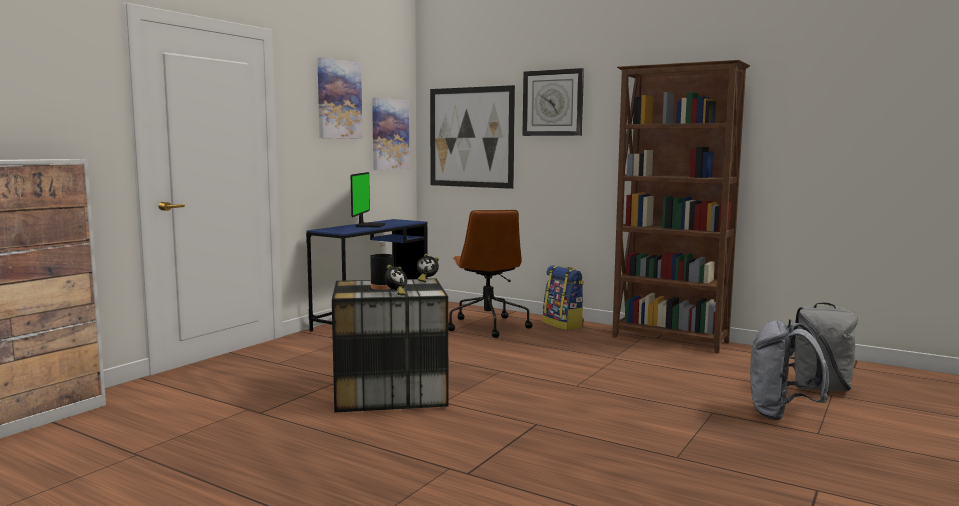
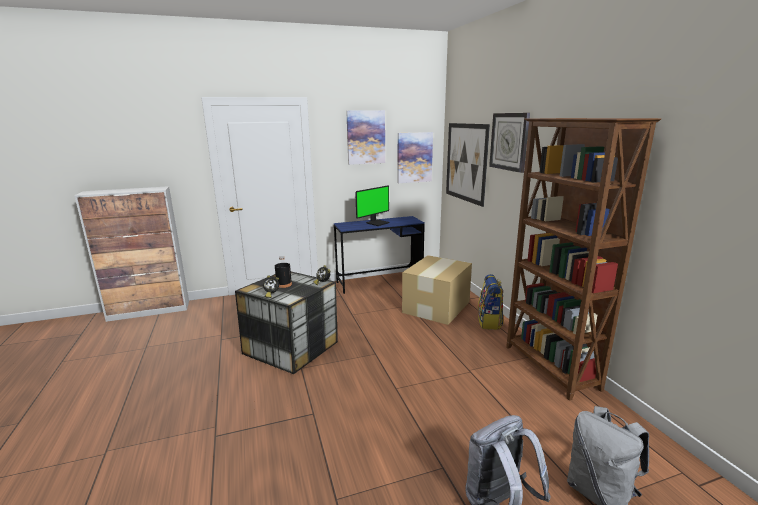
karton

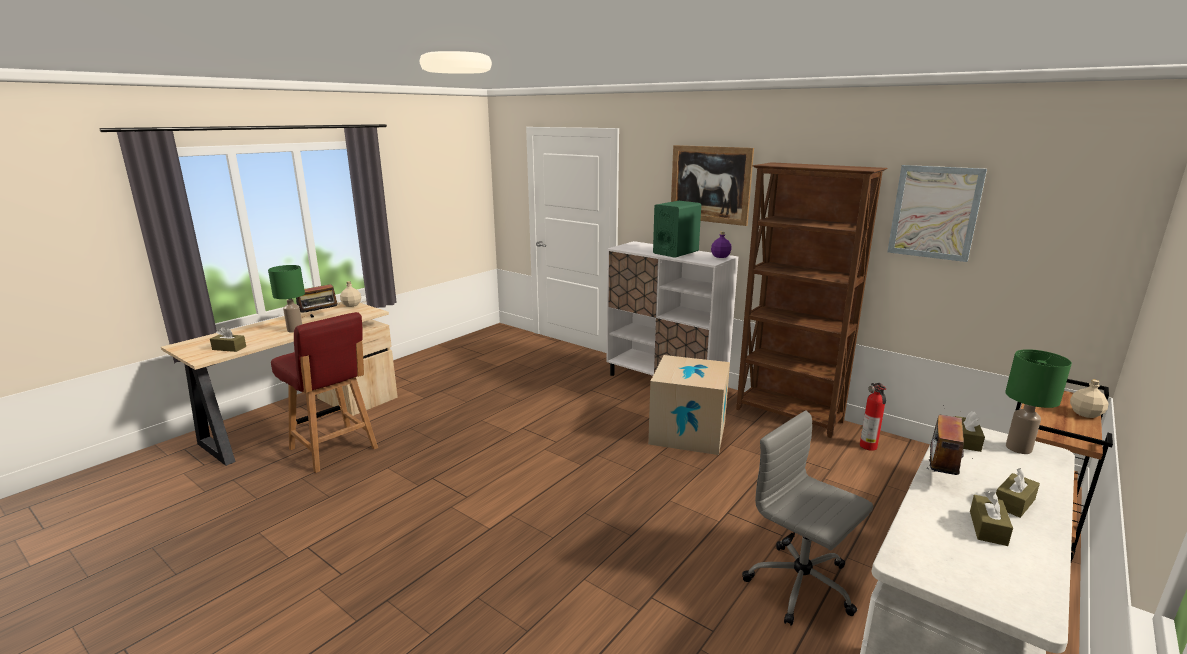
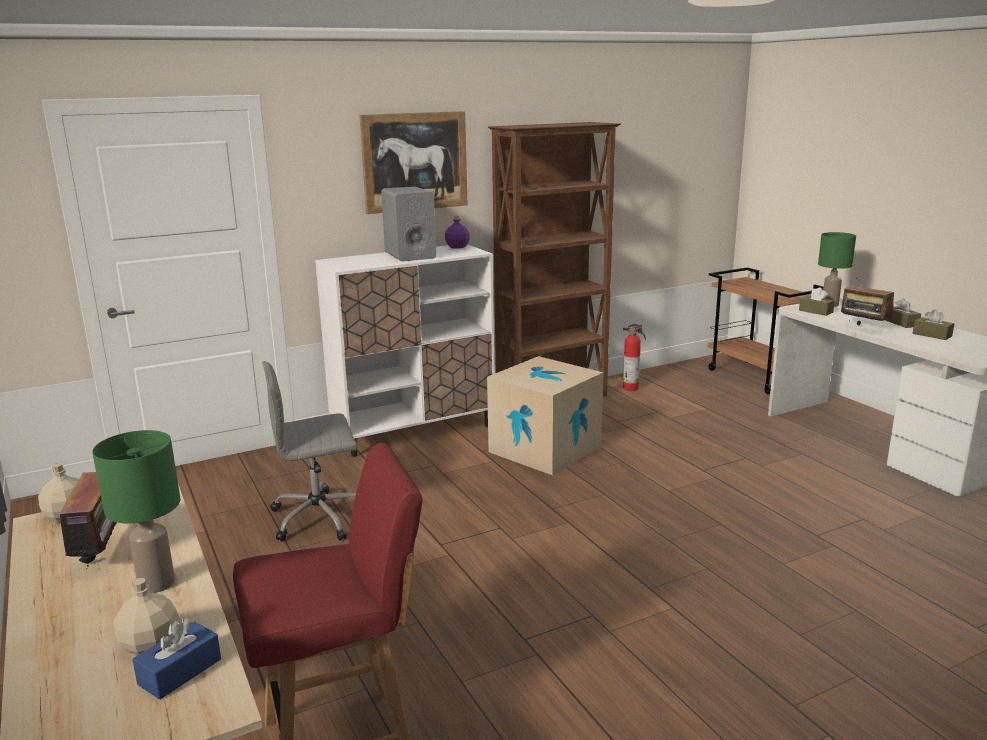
obraz (2nd from left in the first image); głośnik (szary); pudełko chusteczek (niebieski); butelka (beżowy) (2nd from left); krzesło biurowe (szary)

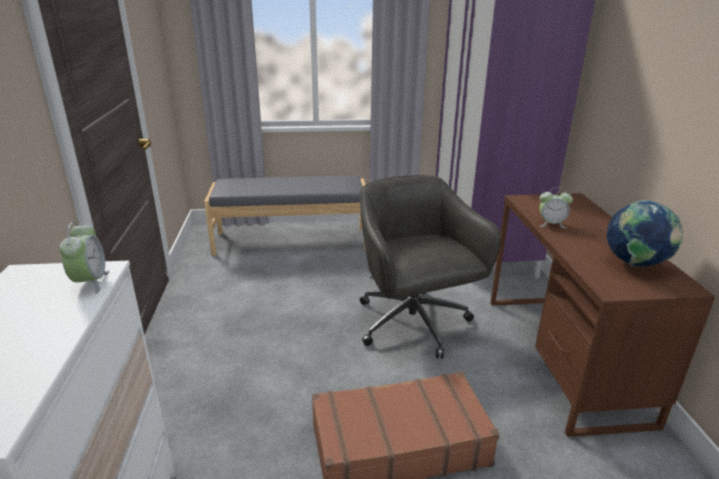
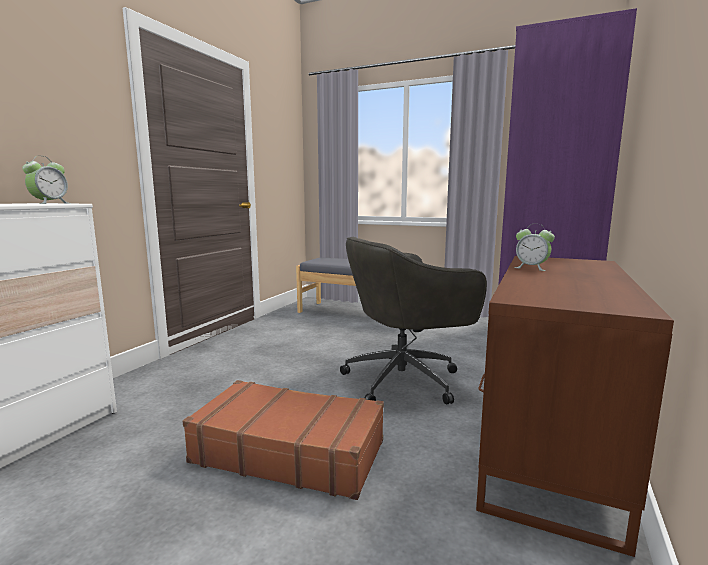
krzesło biurowe (szary); globus

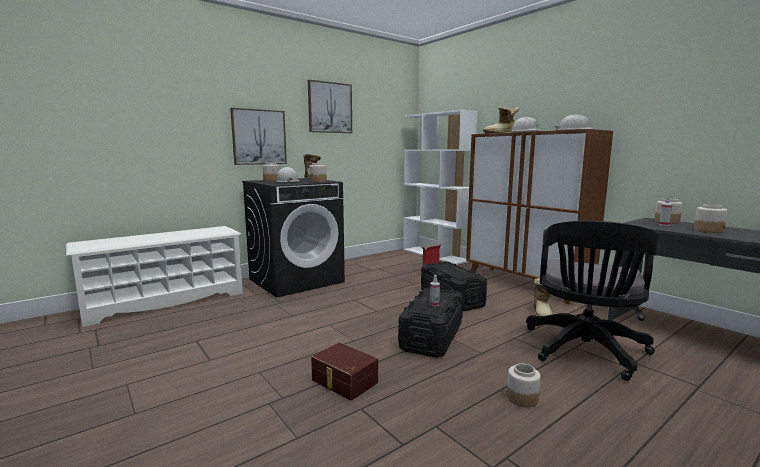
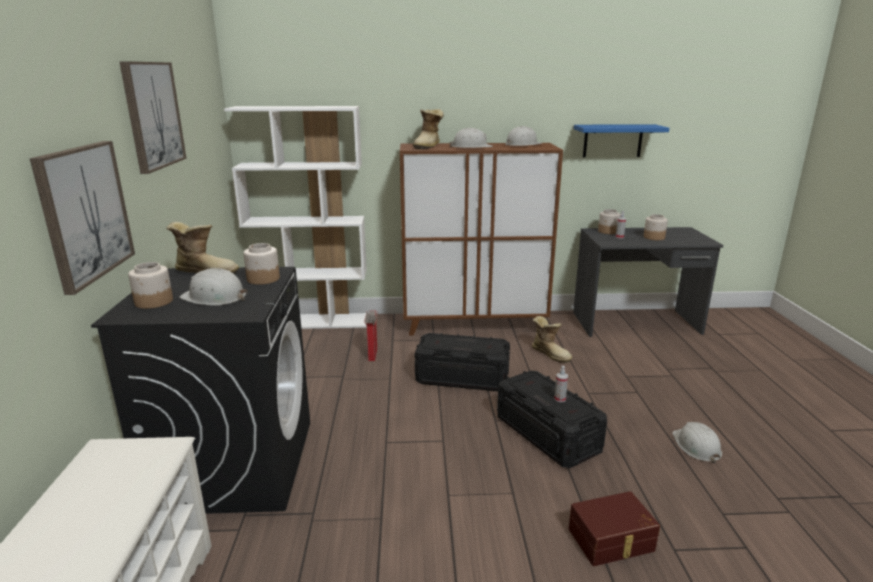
krzesło biurowe (czarny); kask (biały) (4th from left); półka (niebieski)

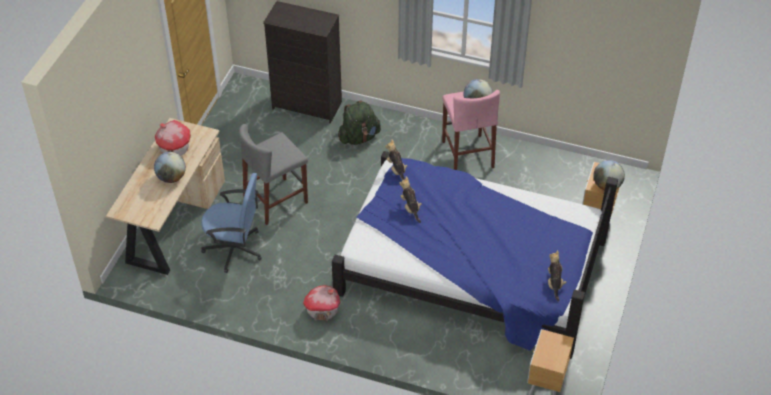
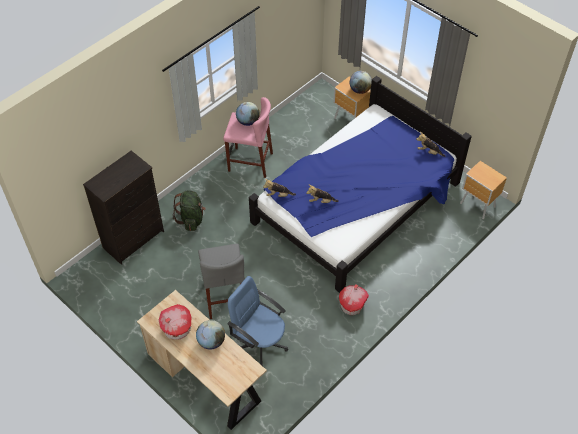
krzesło biurowe (niebieski)

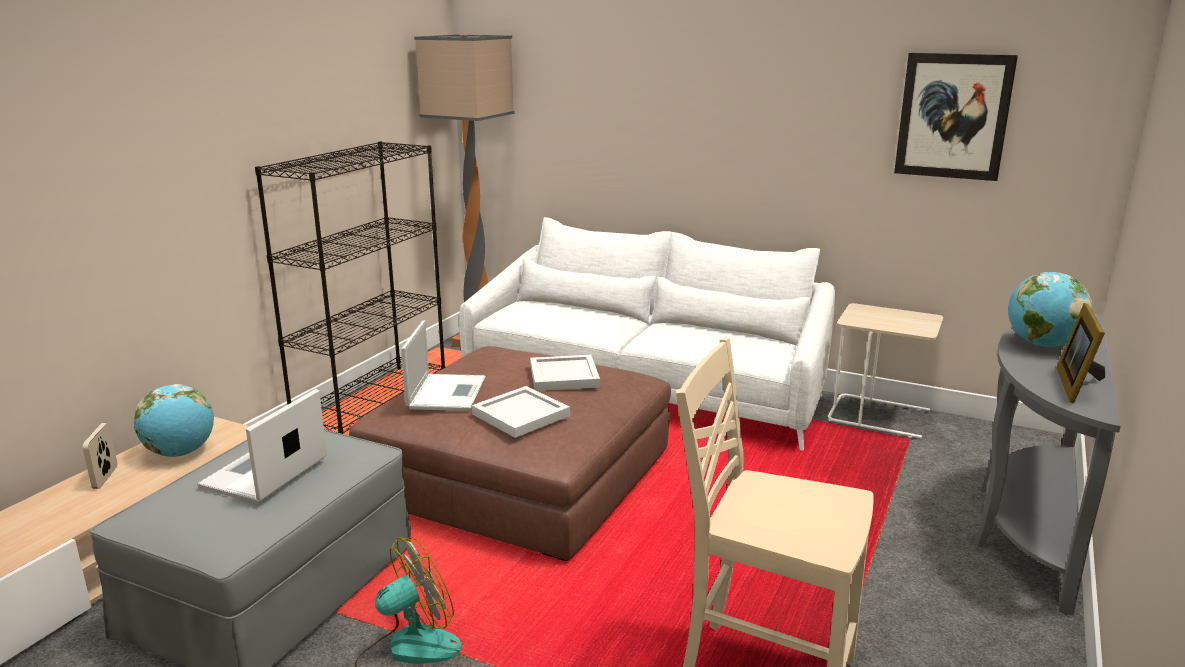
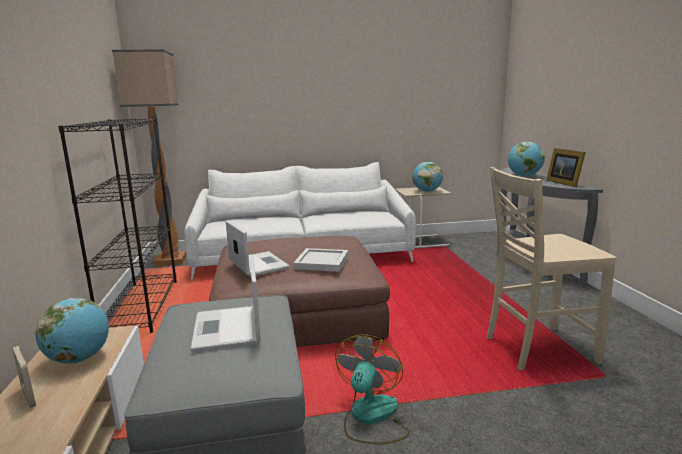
obraz; taca (biały) (2nd from left in the first image); globus (2nd from left)

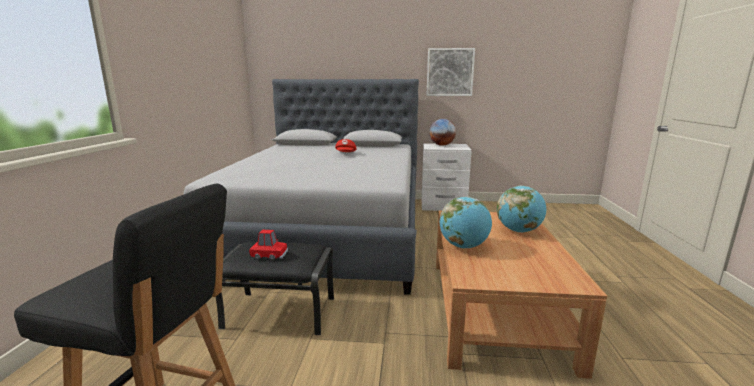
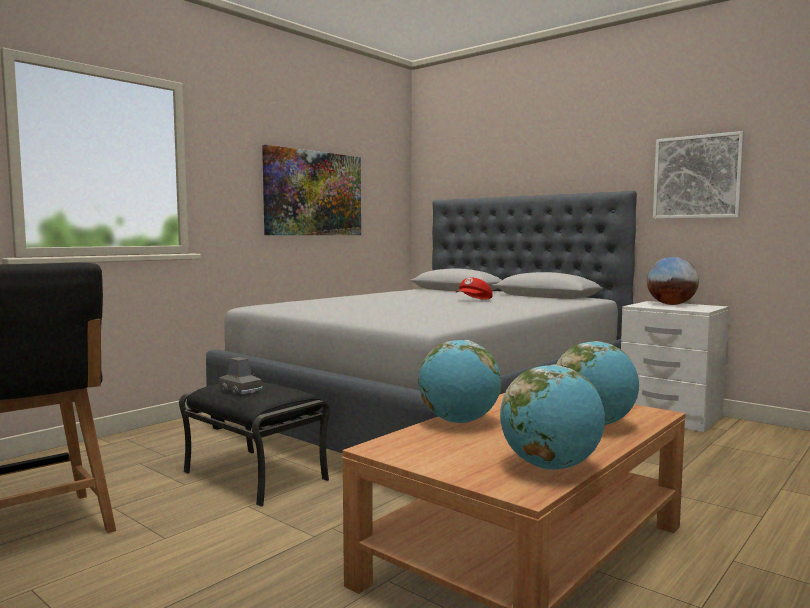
samochodzik (szary); obraz (1st from left); globus (2nd from left)

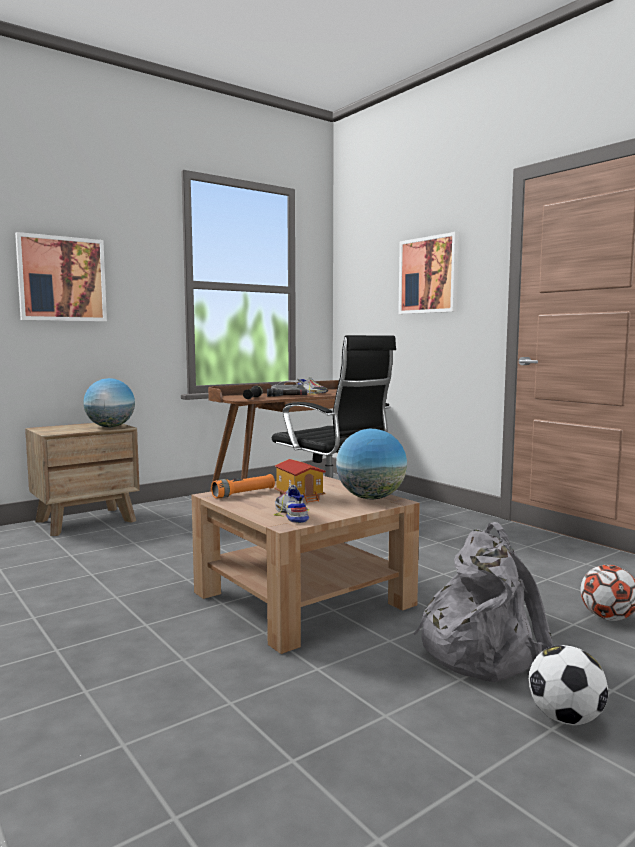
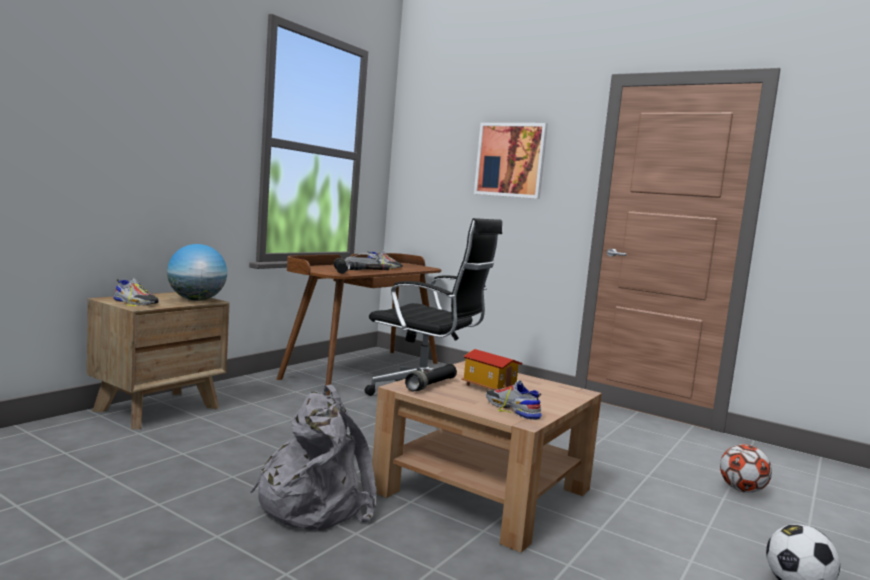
obraz (1st from left in the first image); globus (2nd from left in the first image); latarka (czarny) (3rd from left); plecak (szary); but (1st from left)

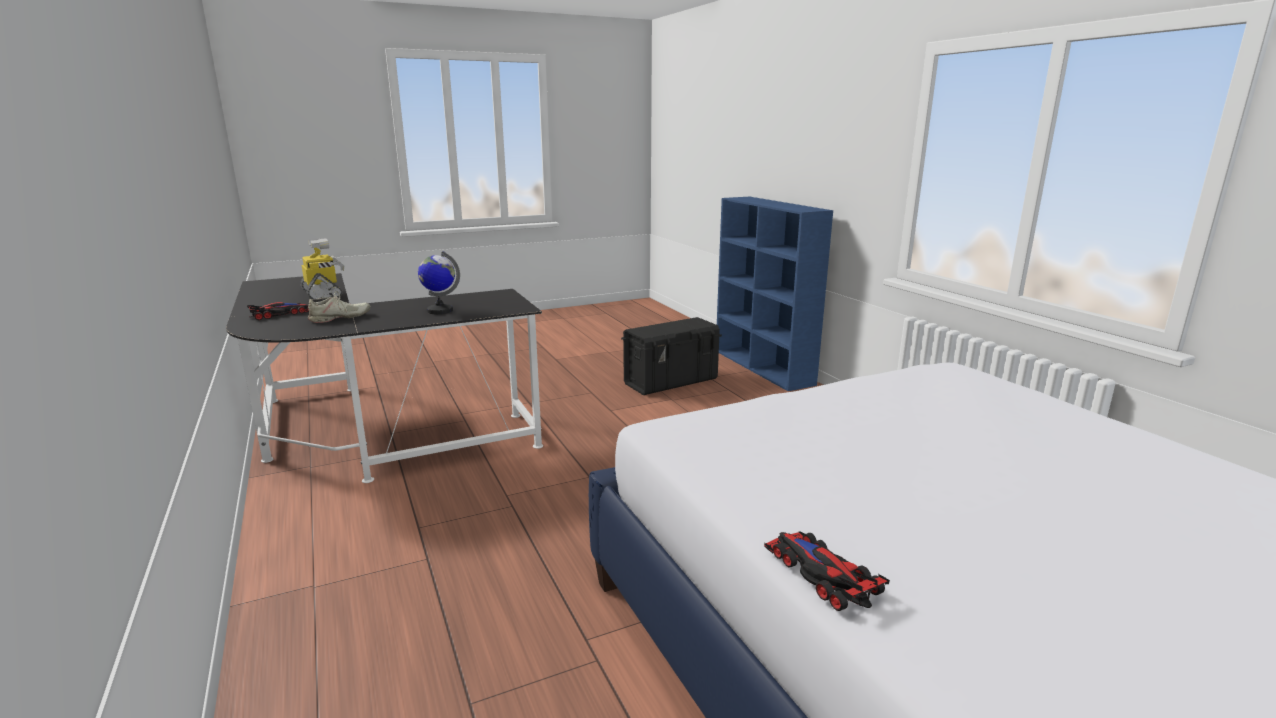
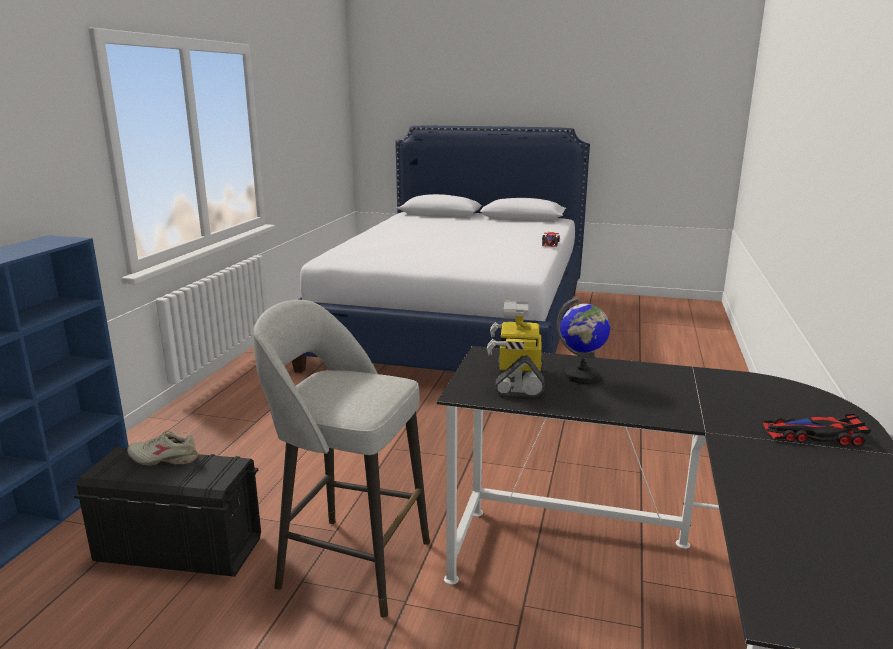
robot zabawkowy; but (beżowy); stołek (szary)

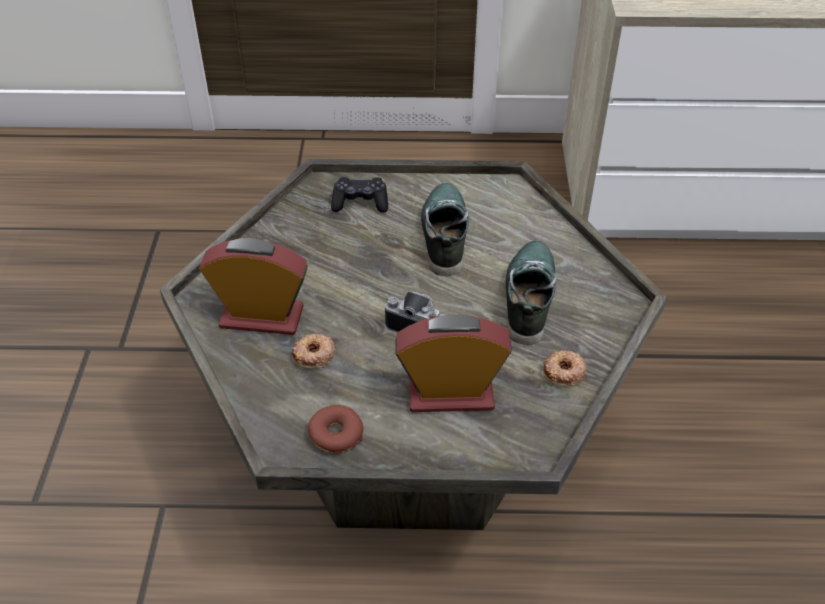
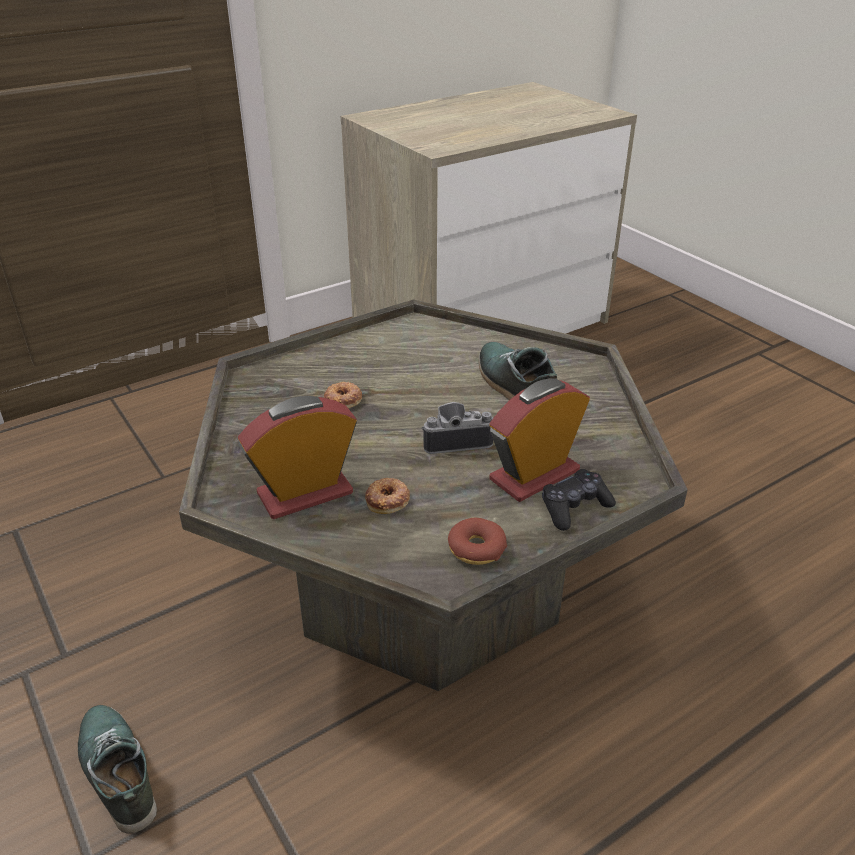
pad do gier (czarny); but (1st from left); donut (1st from left)

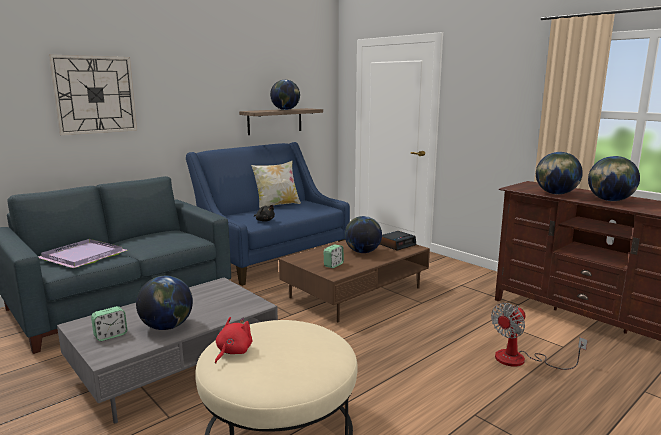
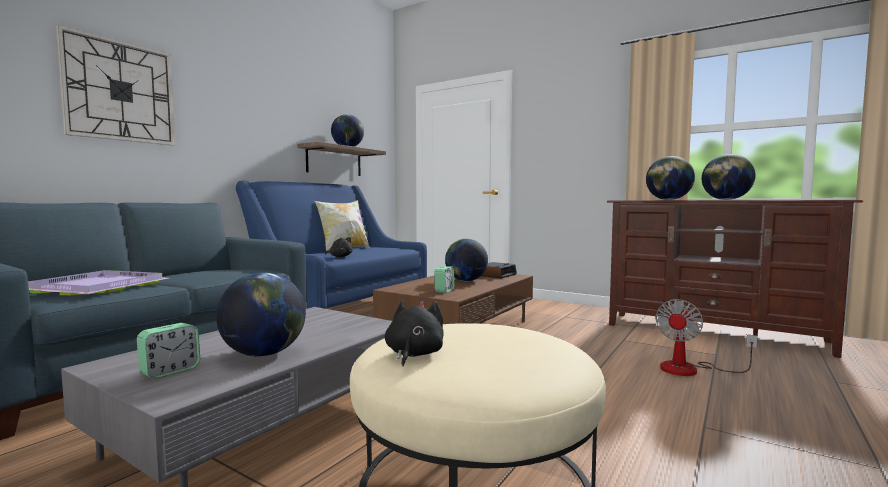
pluszak (czarny) (2nd from left)

